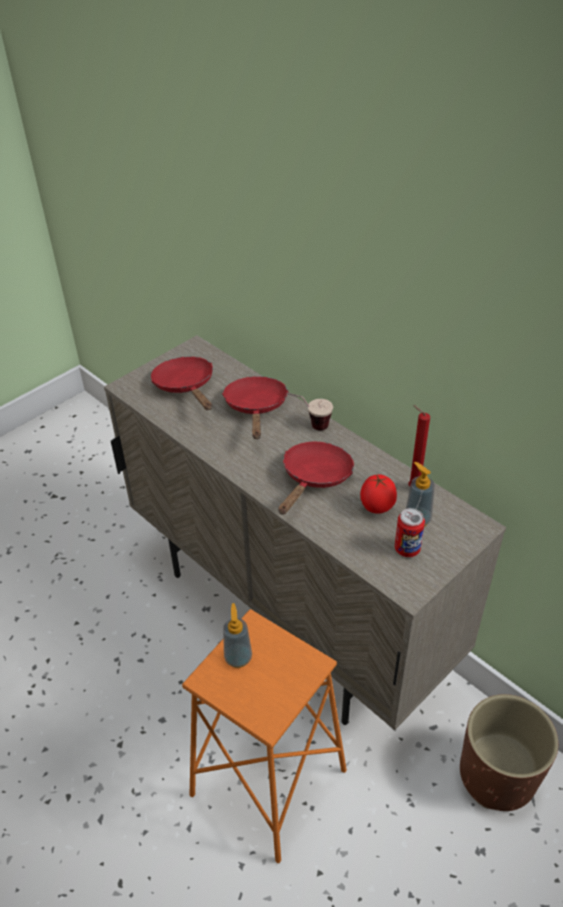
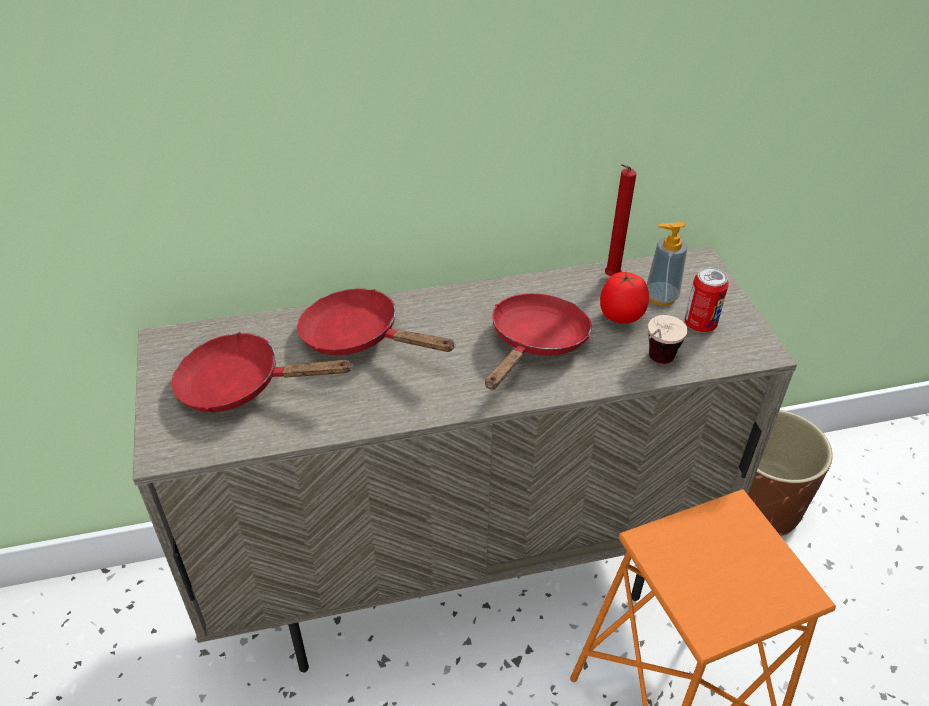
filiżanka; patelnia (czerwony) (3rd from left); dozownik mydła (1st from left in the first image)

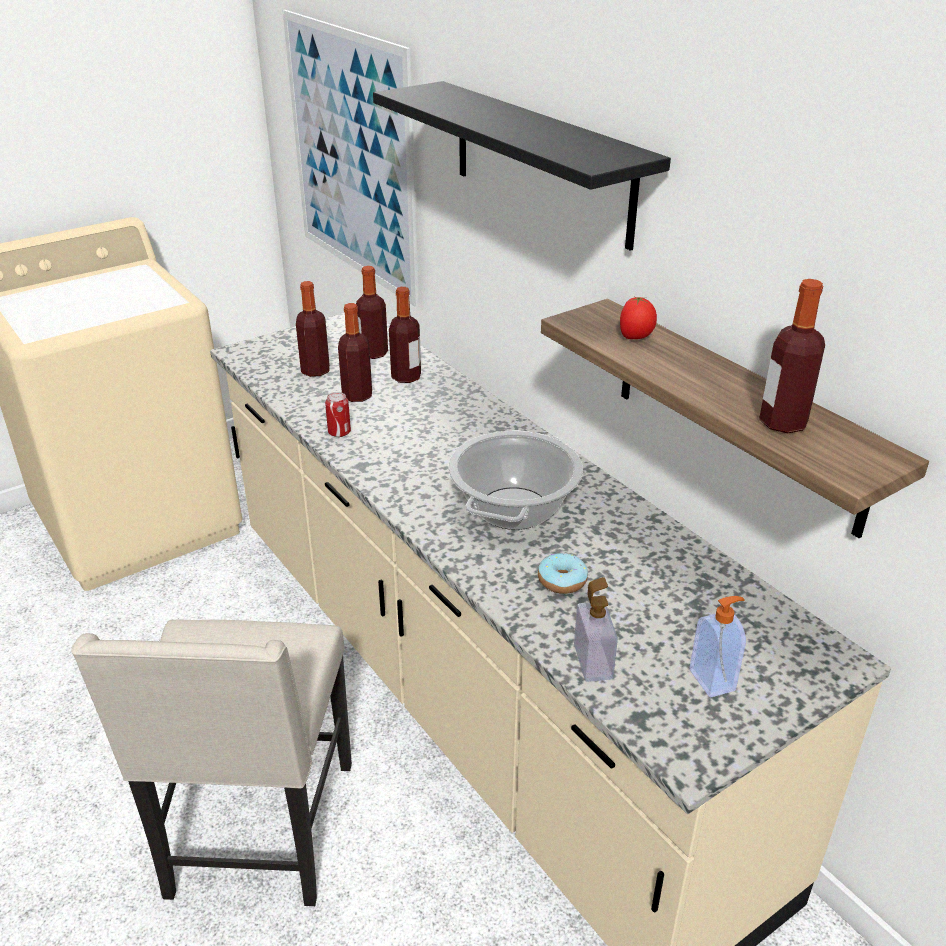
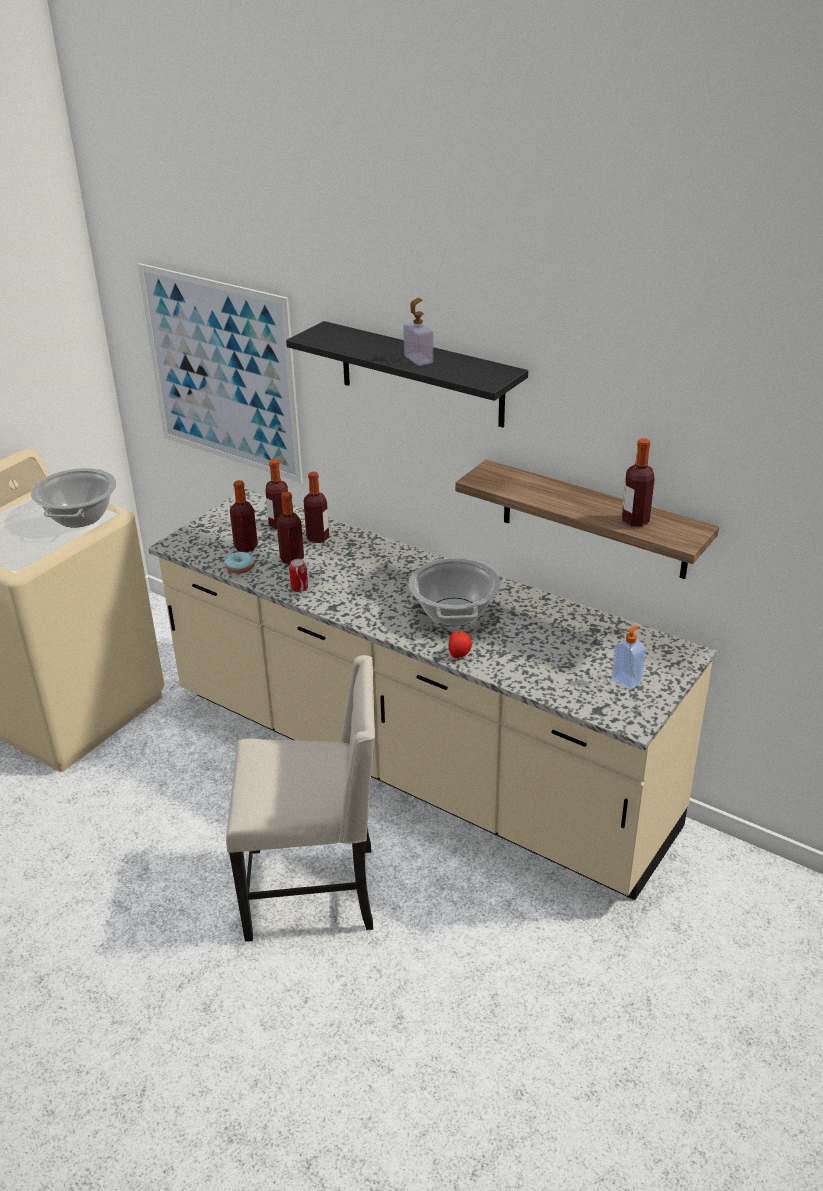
pomidor; donut; dozownik mydła (1st from left); krzesło (beżowy); garnek (1st from left)

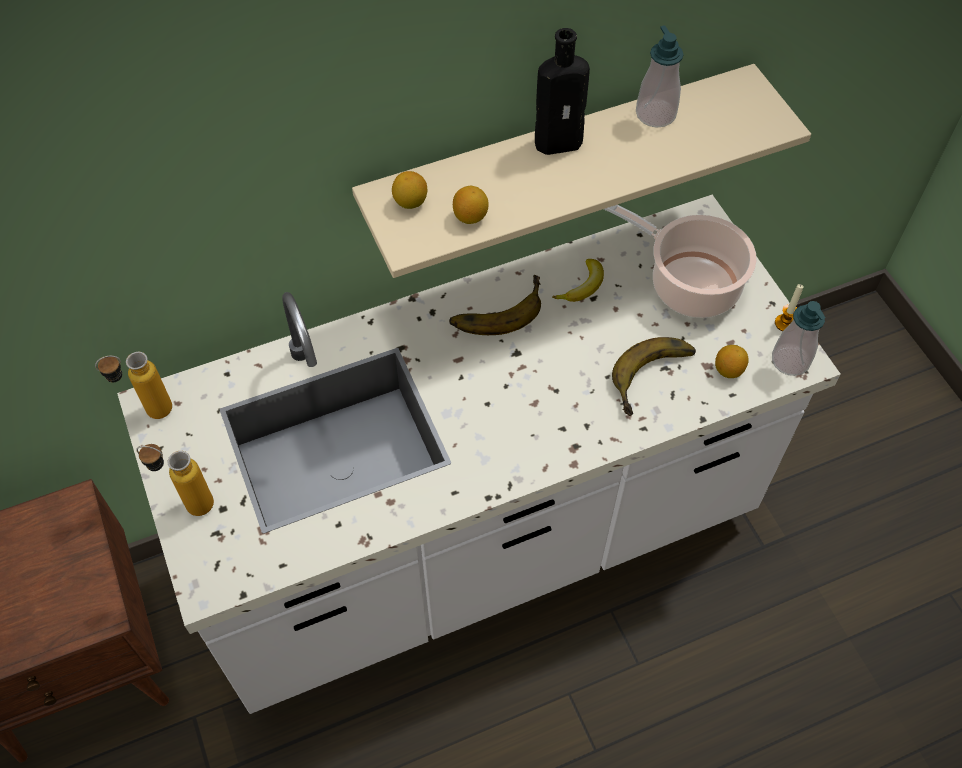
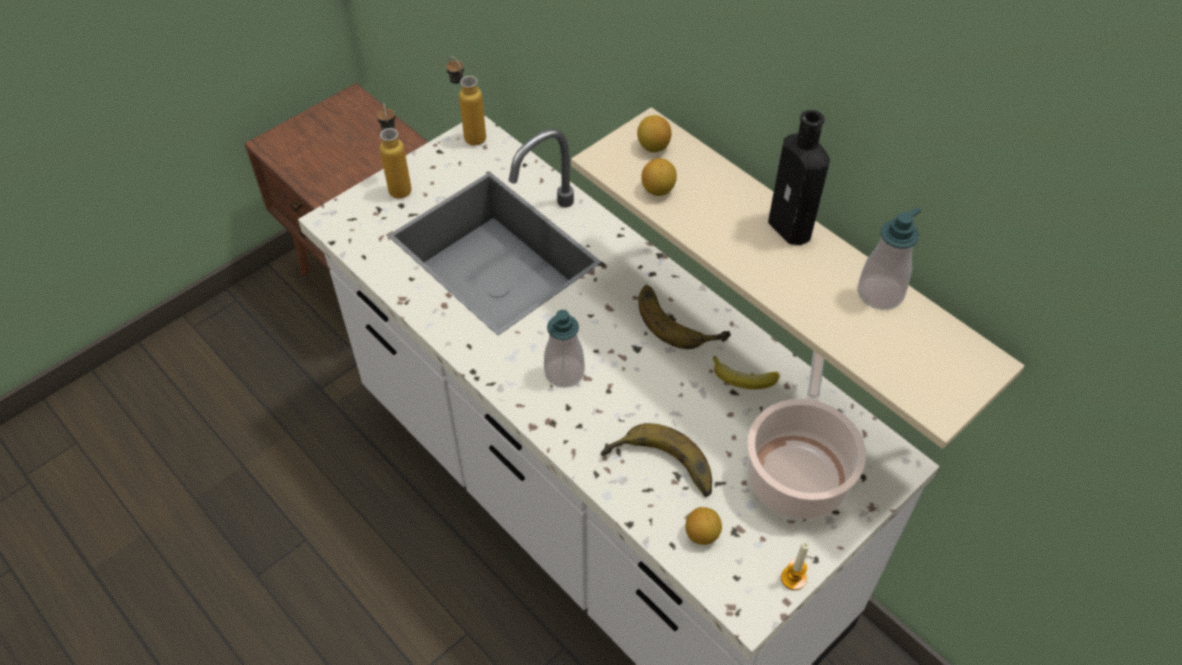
dozownik mydła (1st from left)

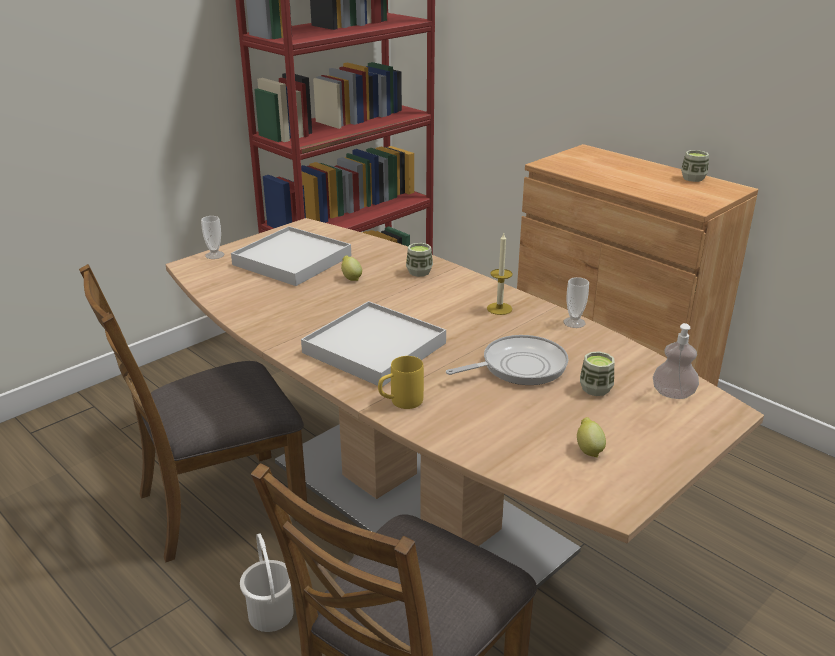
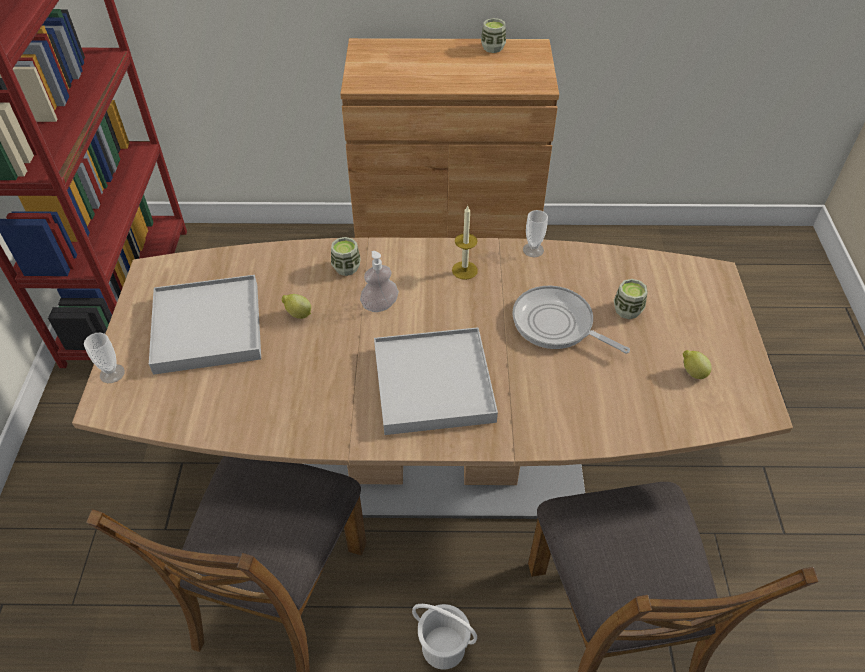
dozownik mydła; patelnia; kubek (żółty)

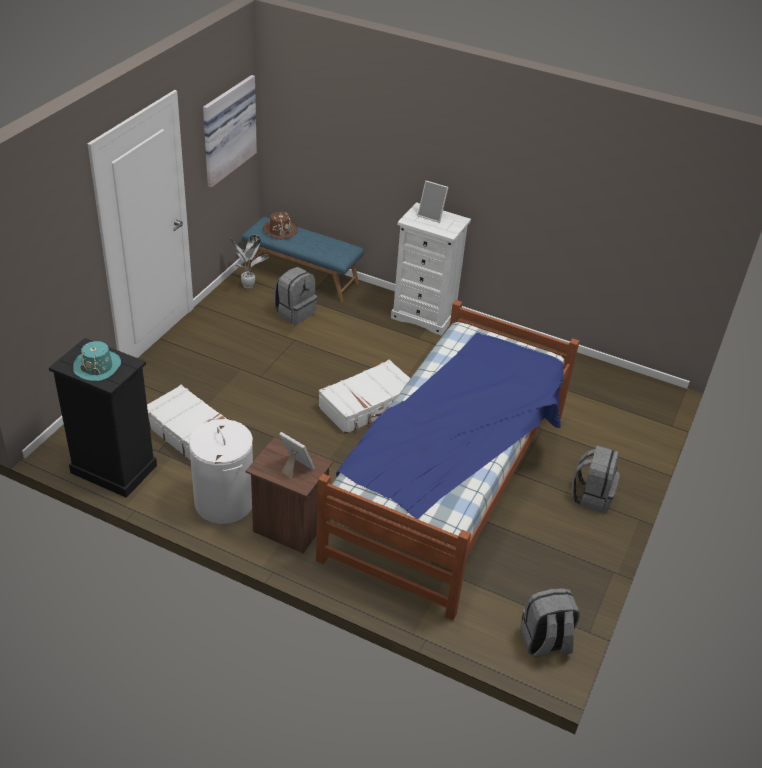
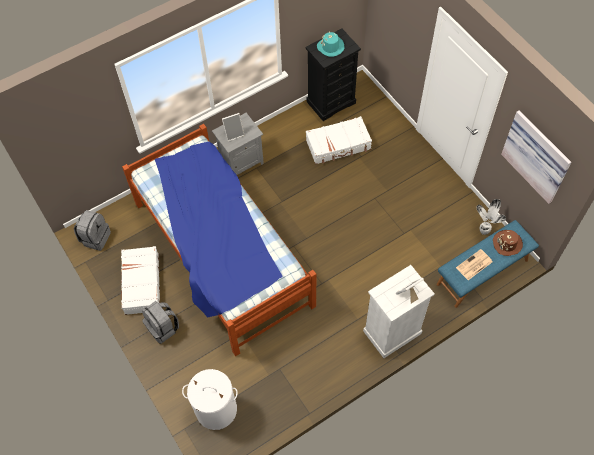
plecak (szary) (1st from left in the first image); walizka (biały) (1st from left); kosz na pranie (biały); szafka nocna (szary); gazeta

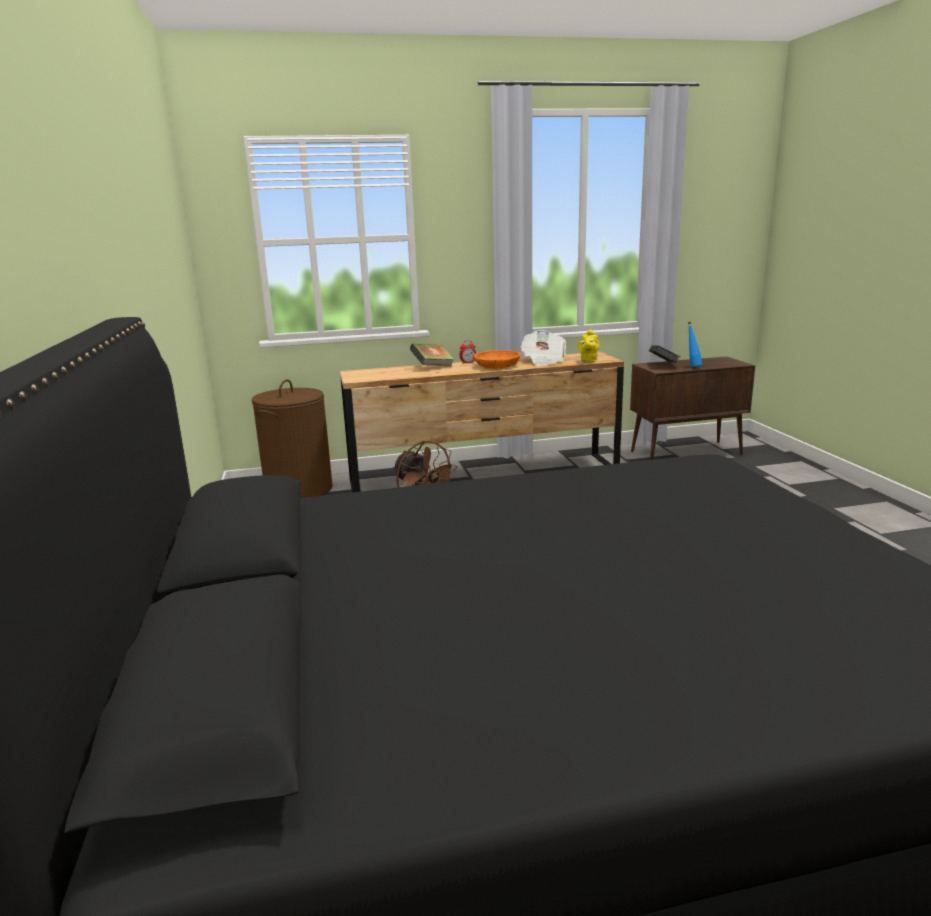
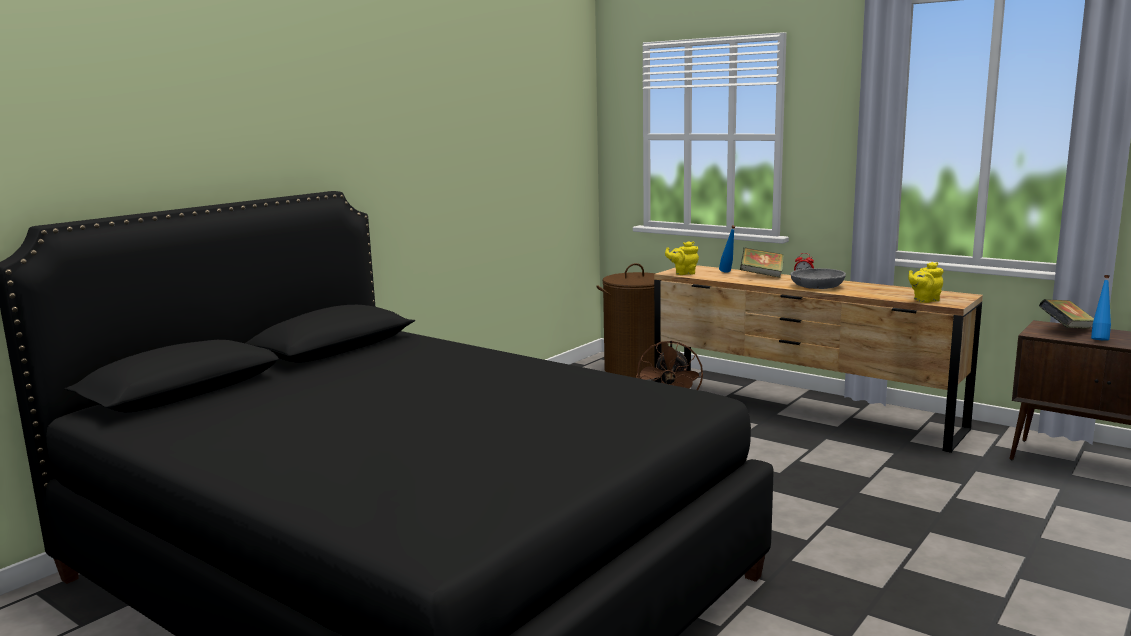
gazeta; miska (szary); butelka (niebieski) (1st from left); imbryk (żółty) (1st from left)

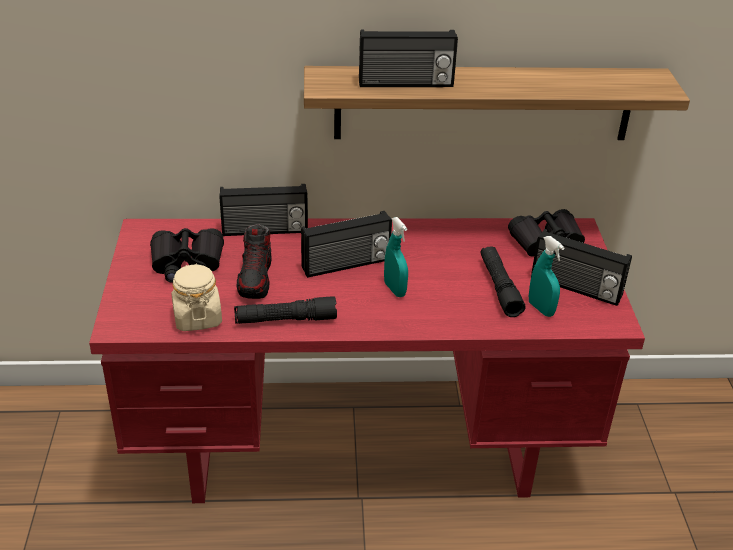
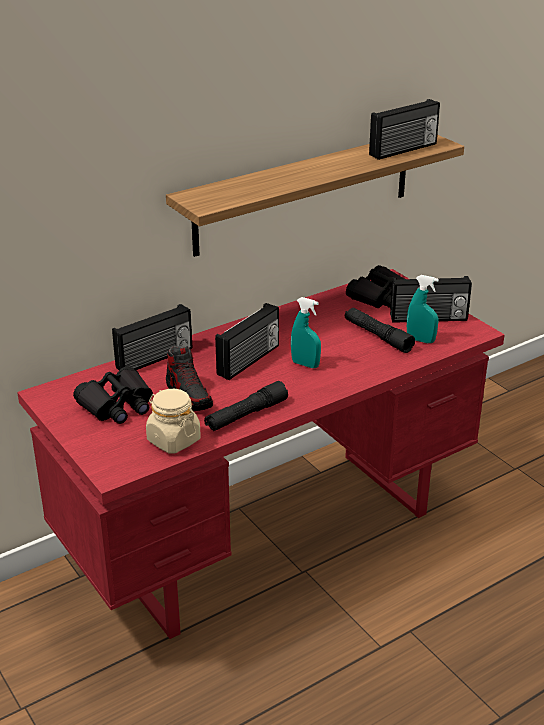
radio (3rd from left)

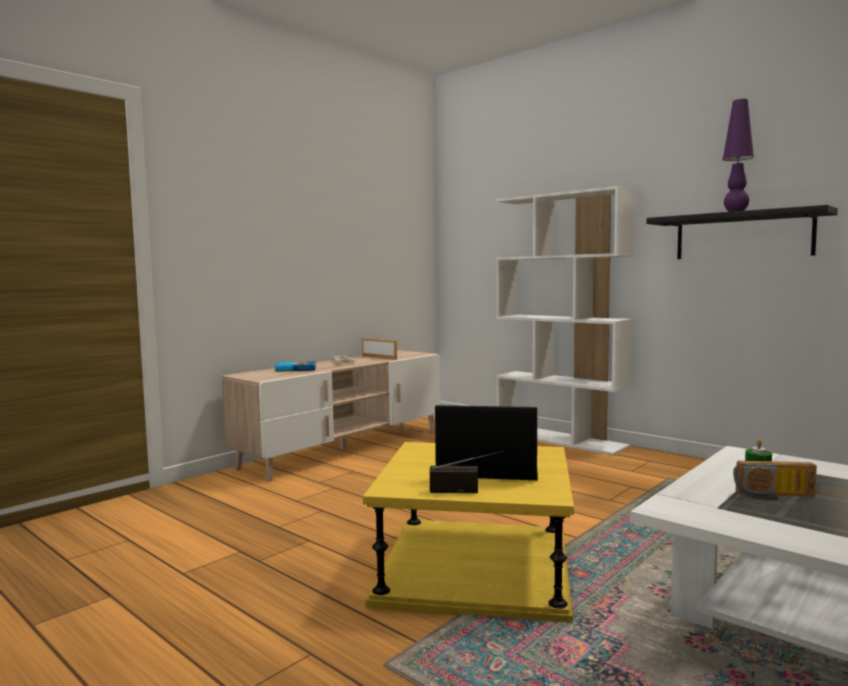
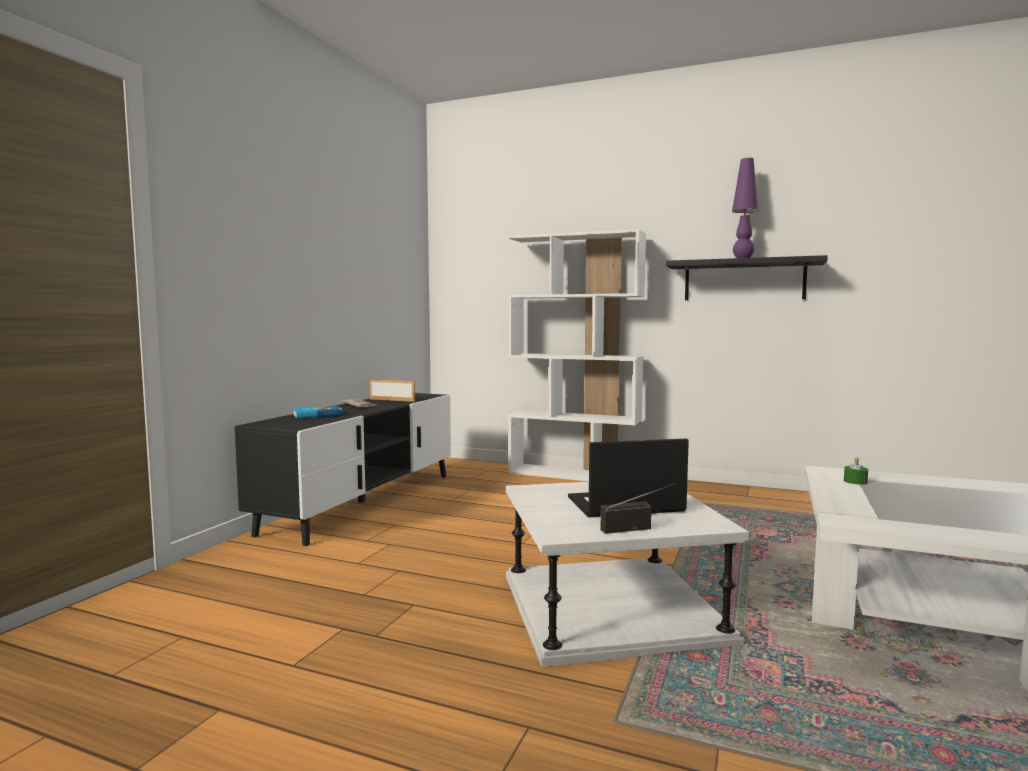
szafka pod telewizor (czarny); stolik (biały); radio (2nd from left in the first image)

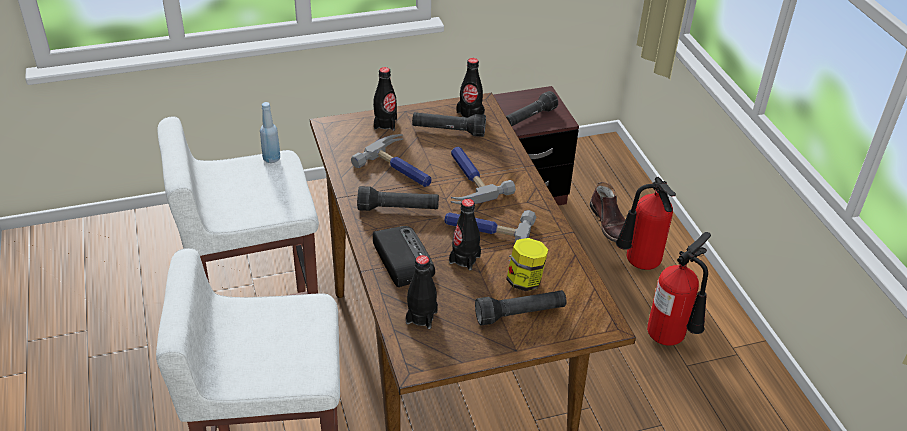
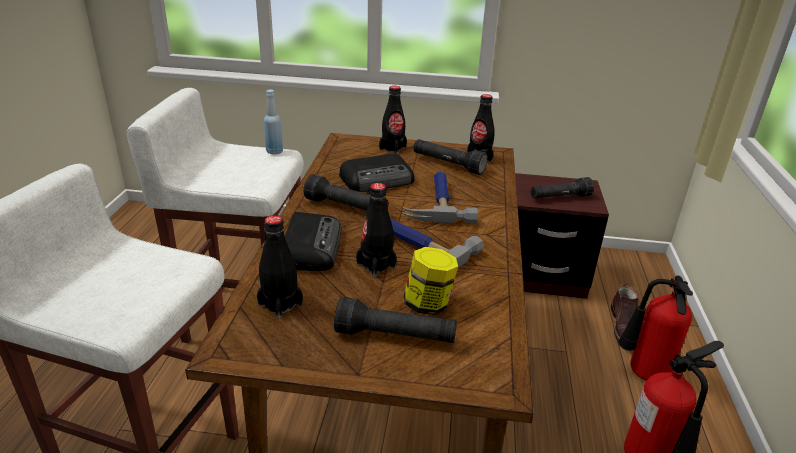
radio (2nd from left)

